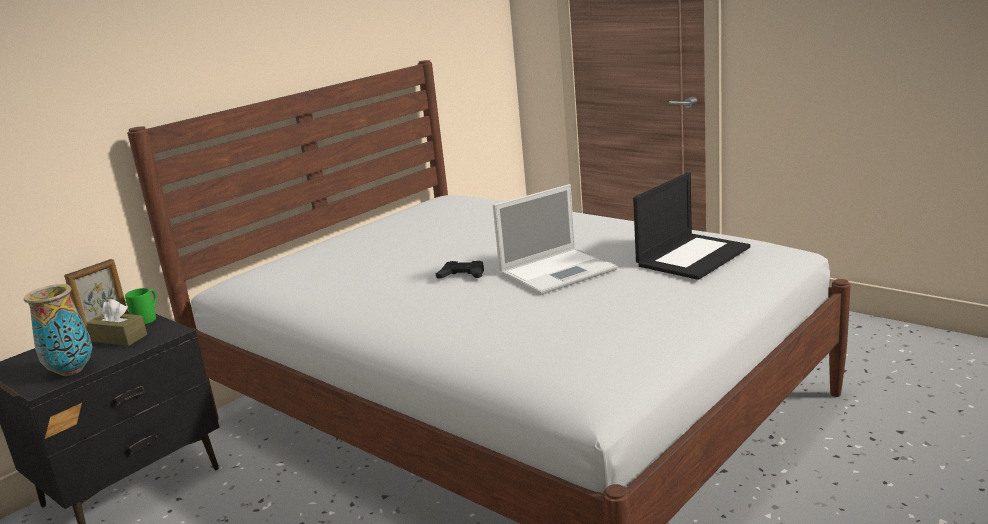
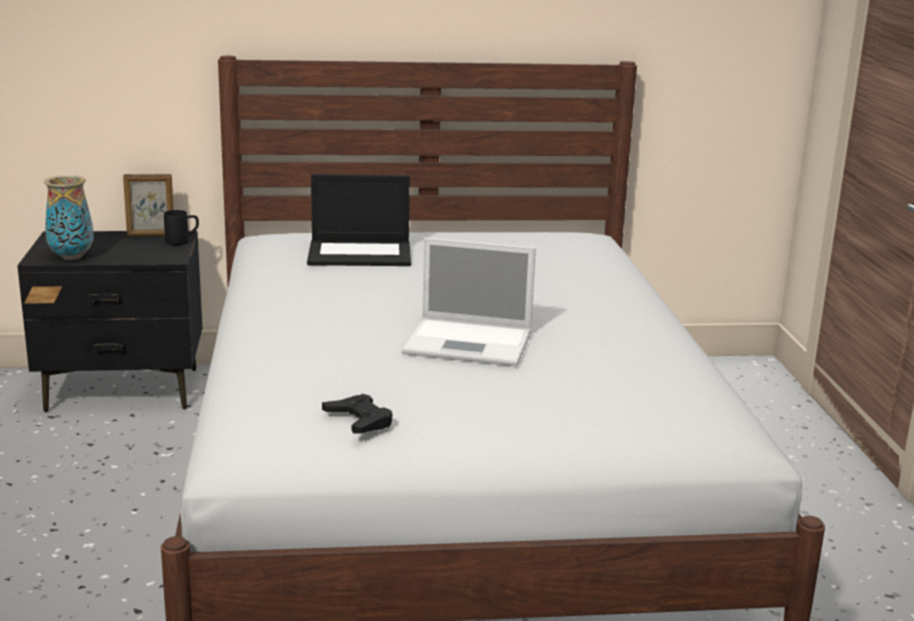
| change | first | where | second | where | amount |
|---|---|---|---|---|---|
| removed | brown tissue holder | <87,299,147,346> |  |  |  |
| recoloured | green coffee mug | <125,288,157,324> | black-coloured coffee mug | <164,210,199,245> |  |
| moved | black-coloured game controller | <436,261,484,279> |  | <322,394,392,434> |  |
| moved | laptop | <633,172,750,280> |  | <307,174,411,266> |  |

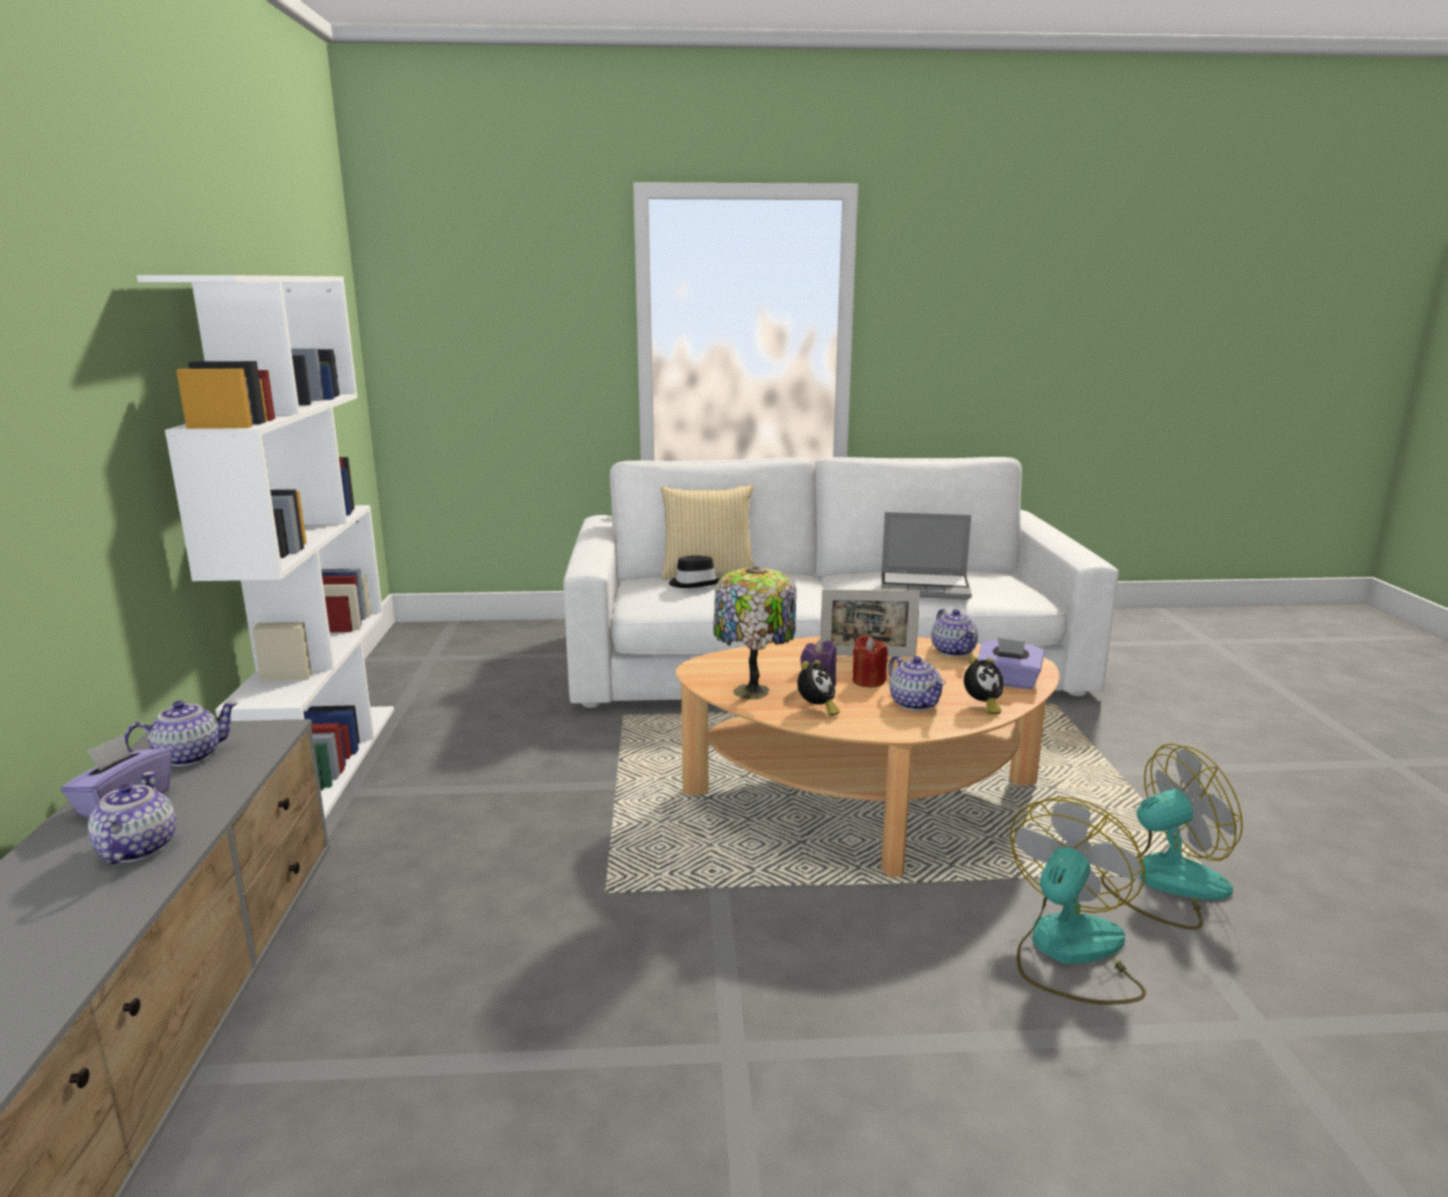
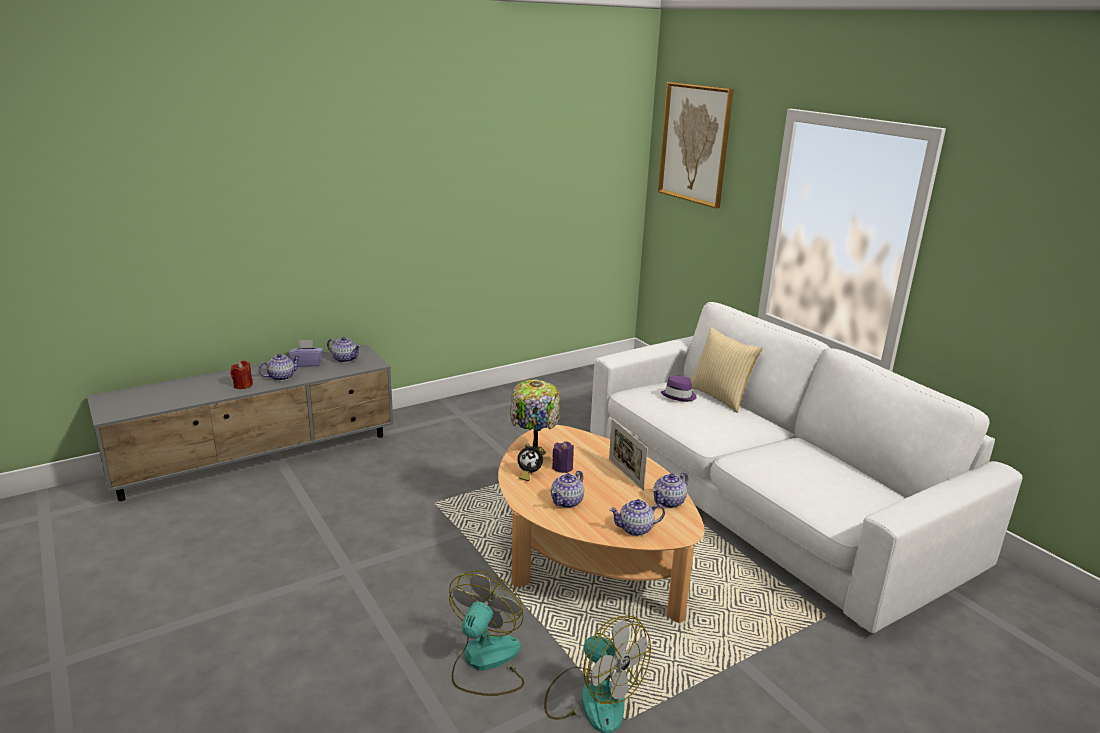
| change | first | where | second | where | amount |
|---|---|---|---|---|---|
| removed | whitish bookcase | <137,275,394,819> |  |  |  |
| recoloured | black-coloured hat | <669,555,719,588> | purple-coloured hat | <661,376,697,402> |  |
| moved | red wax light | <853,636,888,687> |  | <231,361,253,389> |  |
| removed | laptop | <882,512,972,600> |  |  |  |
| removed | bedside clock | <964,656,1004,714> |  |  |  |
| replaced | purple-coloured tissue holder | <978,637,1044,689> | pot for tea | <609,499,665,536> |  |
| turned | cooling fan | <1010,797,1146,1004> |  | <449,571,524,696> | 75 degrees counterclockwise |
| added |  |  | wall picture | <658,82,734,208> |  |

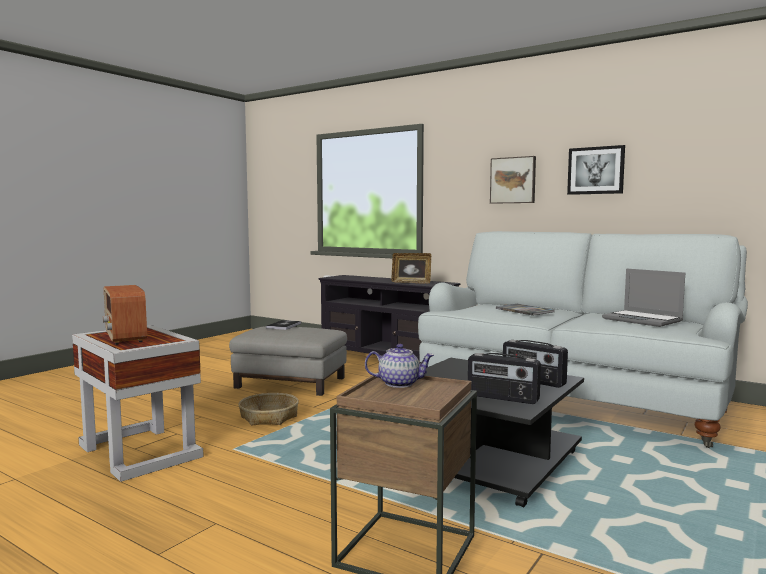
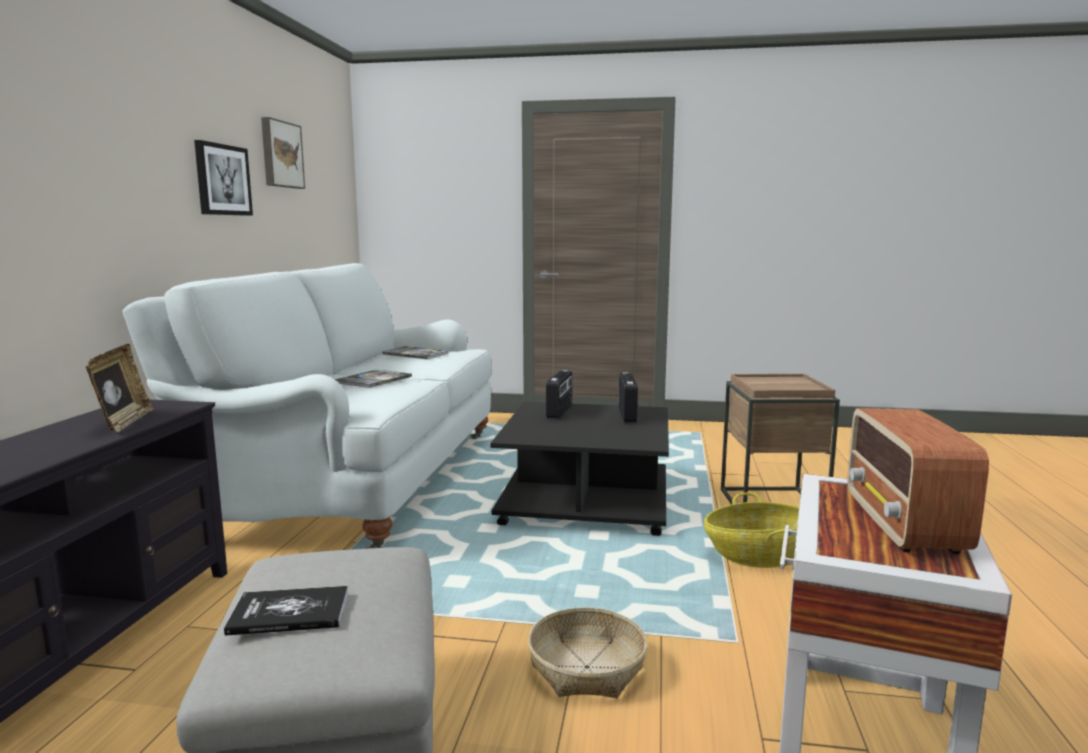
| change | first | where | second | where | amount |
|---|---|---|---|---|---|
| turned | radio | <103,285,147,345> |  | <847,408,989,554> | 150 degrees clockwise |
| removed | pot for tea | <365,344,434,388> |  |  |  |
| moved | wall picture | <490,156,536,204> |  | <261,117,305,189> |  |
| replaced | laptop | <602,268,685,327> | volume | <382,346,449,359> |  |
| added |  |  | household basket | <704,492,799,568> |  |

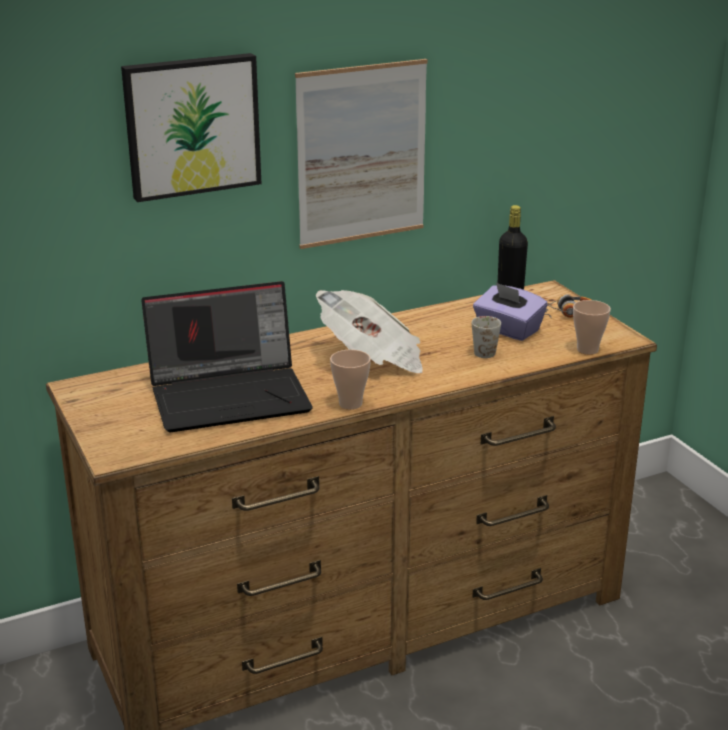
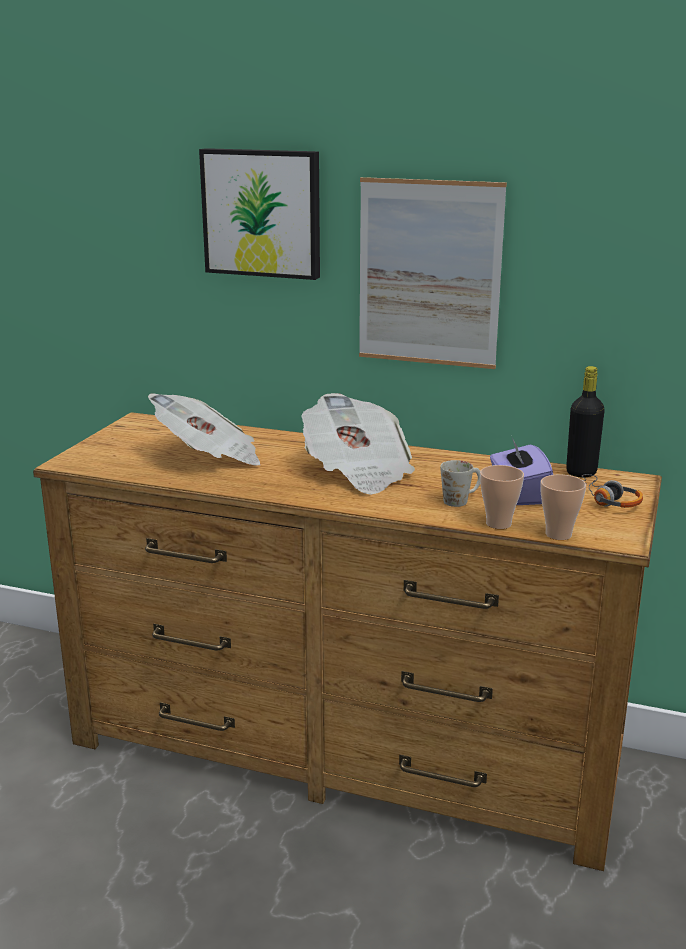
| change | first | where | second | where | amount |
|---|---|---|---|---|---|
| replaced | laptop | <141,281,313,432> | printed paper | <148,393,260,466> |  |
| moved | cup | <330,350,371,410> |  | <480,465,524,529> |  |

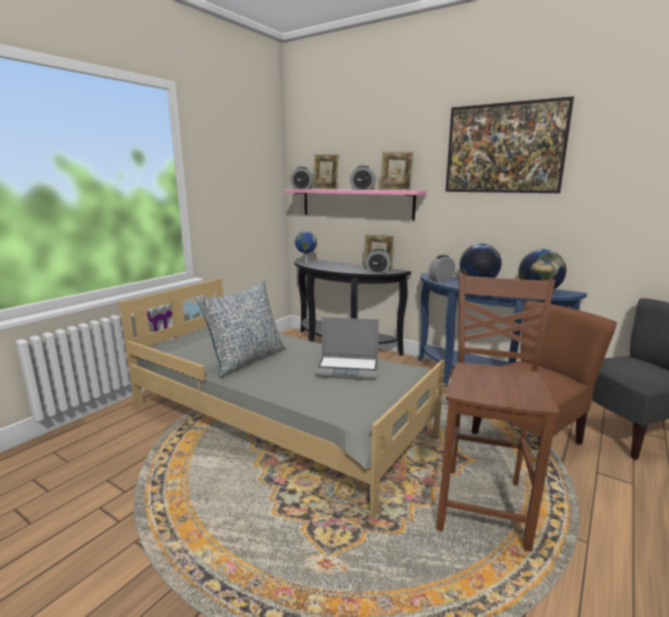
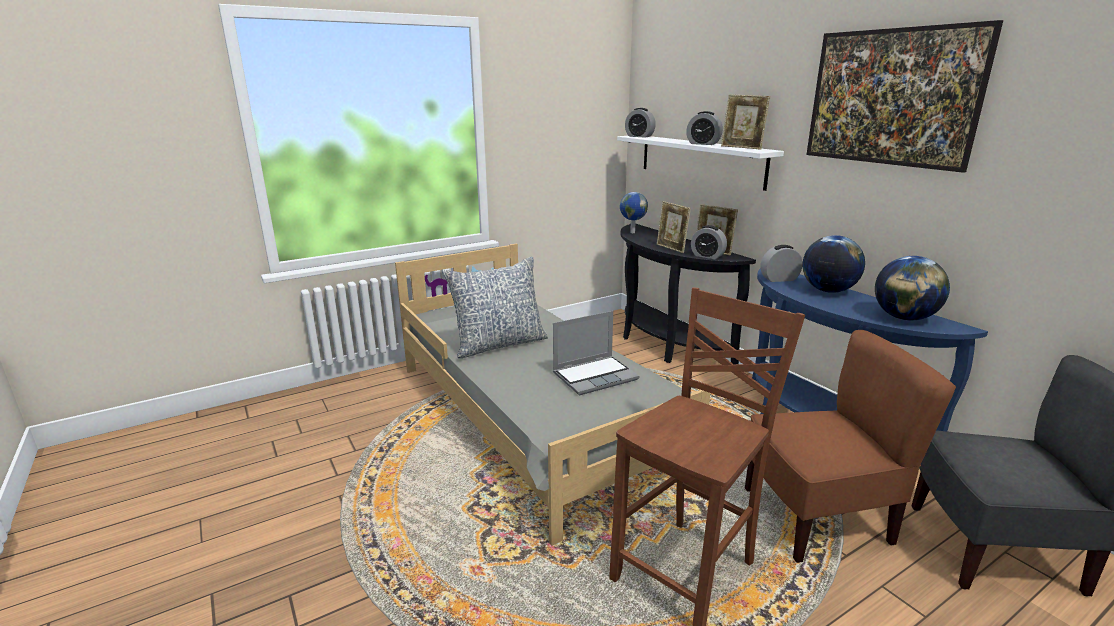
| change | first | where | second | where | amount |
|---|---|---|---|---|---|
| recoloured | pink-coloured shelf | <284,189,426,220> | whitish shelf | <617,136,784,191> |  |
| moved | photo frame | <313,154,339,190> |  | <657,201,691,253> |  |
| turned | laptop | <315,317,379,380> |  | <553,311,639,395> | 60 degrees counterclockwise |

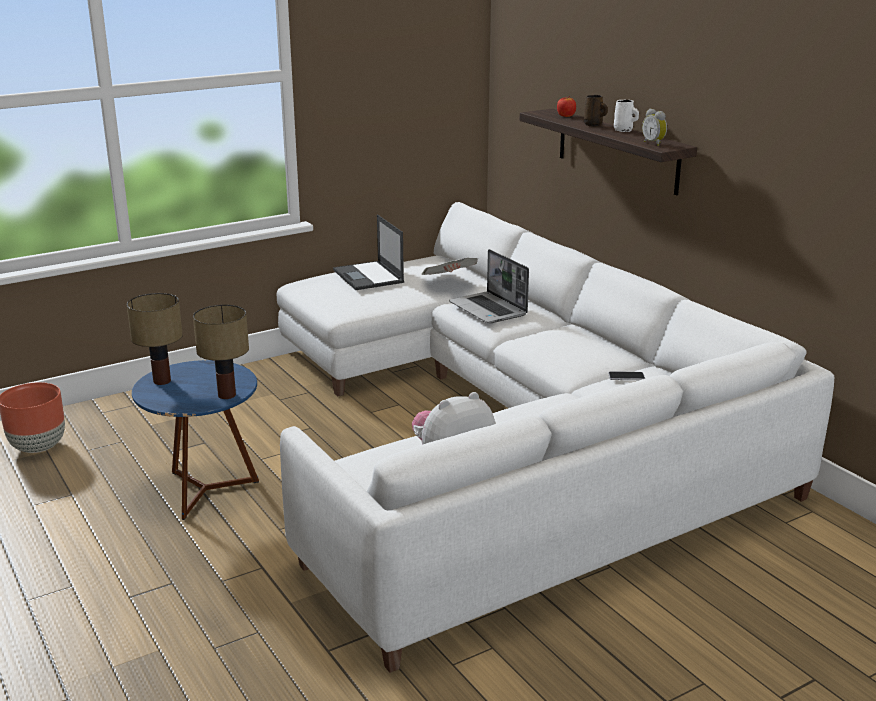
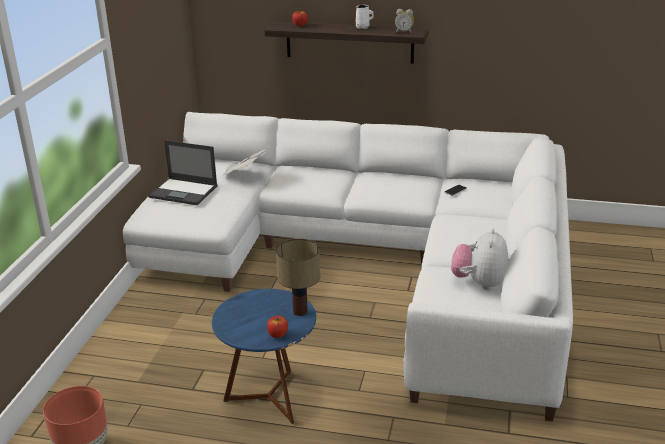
| change | first | where | second | where | amount |
|---|---|---|---|---|---|
| removed | tabletop lamp | <126,293,183,385> |  |  |  |
| removed | laptop | <449,249,529,323> |  |  |  |
| removed | brown coffee mug | <584,95,607,127> |  |  |  |
| added |  |  | whole apple | <267,316,288,338> |  |

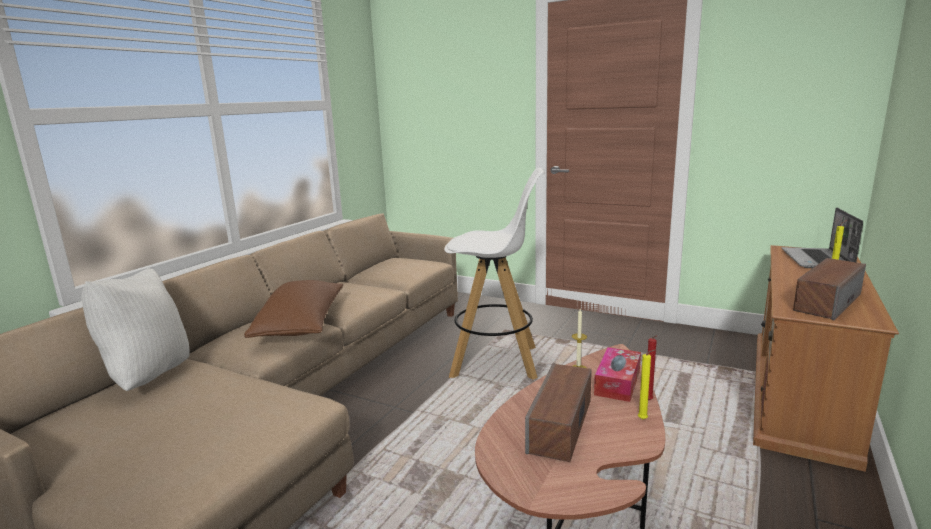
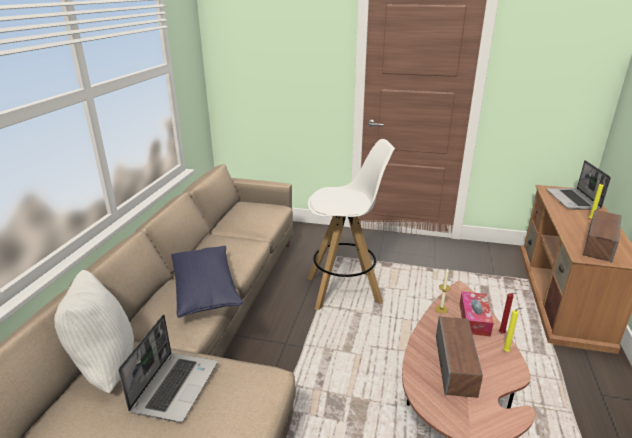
| change | first | where | second | where | amount |
|---|---|---|---|---|---|
| recoloured | brown cushion | <244,280,343,338> | blue-coloured cushion | <171,246,243,318> |  |
| added |  |  | laptop | <118,314,217,423> |  |

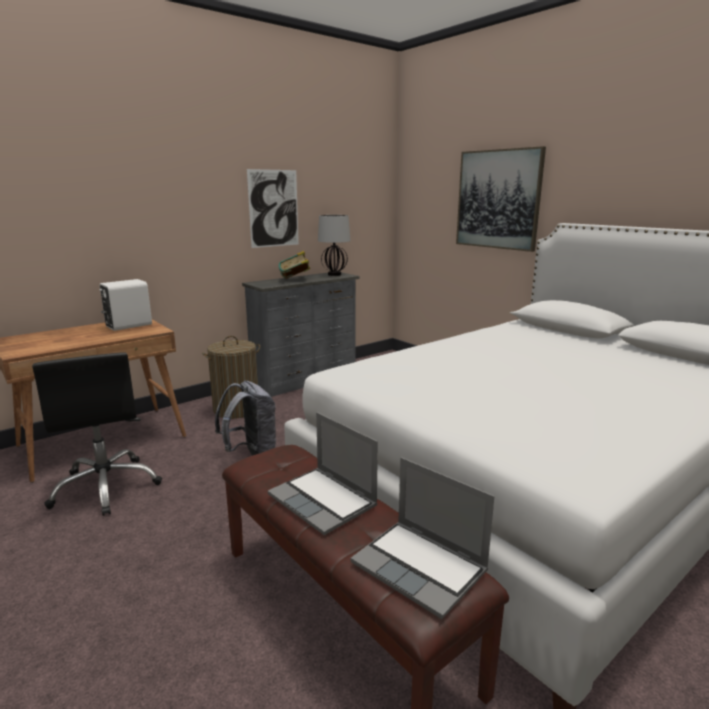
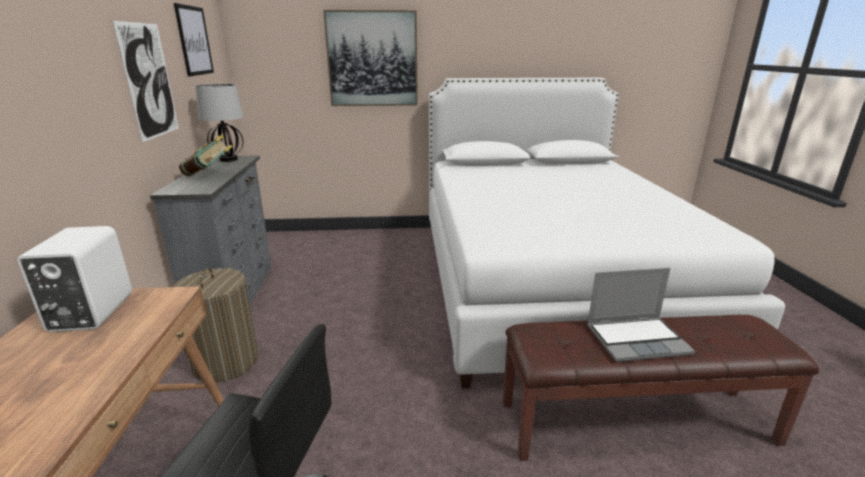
| change | first | where | second | where | amount |
|---|---|---|---|---|---|
| removed | gray backpack | <215,381,277,456> |  |  |  |
| removed | laptop | <351,457,495,619> |  |  |  |
| added |  |  | wall picture | <174,3,214,77> |  |

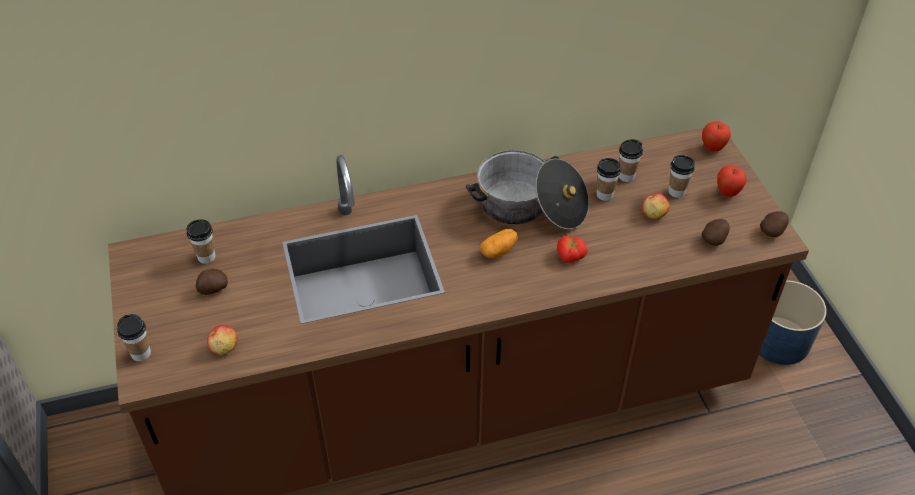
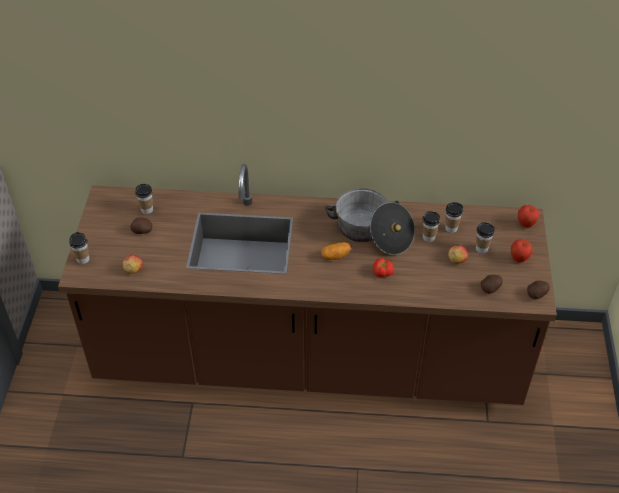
| change | first | where | second | where | amount |
|---|---|---|---|---|---|
| removed | blue-coloured flower pot | <759,280,827,365> |  |  |  |

